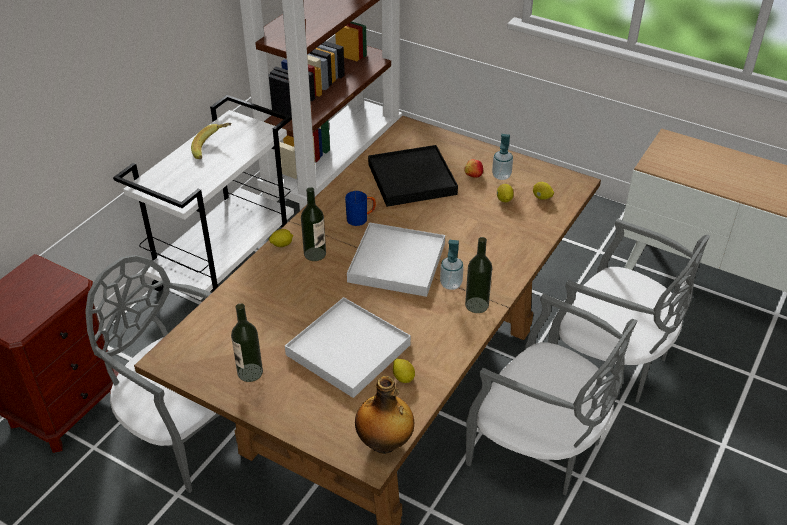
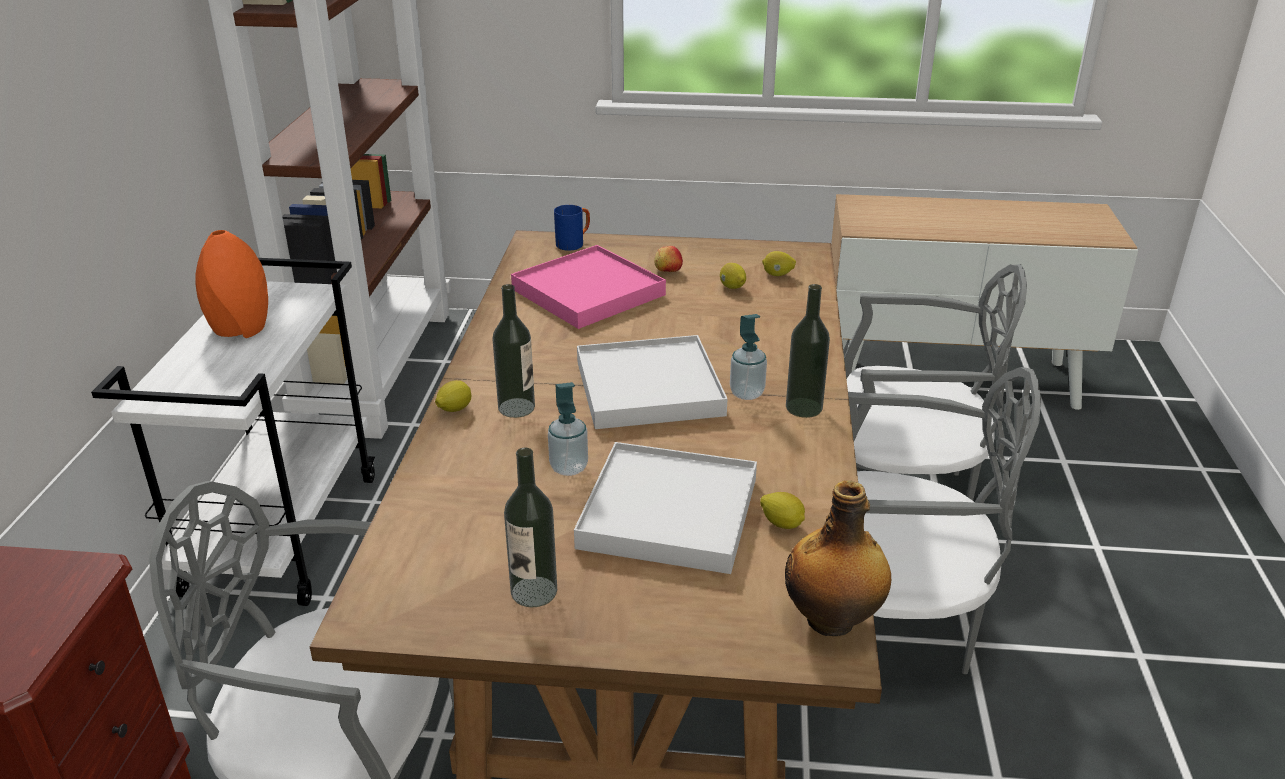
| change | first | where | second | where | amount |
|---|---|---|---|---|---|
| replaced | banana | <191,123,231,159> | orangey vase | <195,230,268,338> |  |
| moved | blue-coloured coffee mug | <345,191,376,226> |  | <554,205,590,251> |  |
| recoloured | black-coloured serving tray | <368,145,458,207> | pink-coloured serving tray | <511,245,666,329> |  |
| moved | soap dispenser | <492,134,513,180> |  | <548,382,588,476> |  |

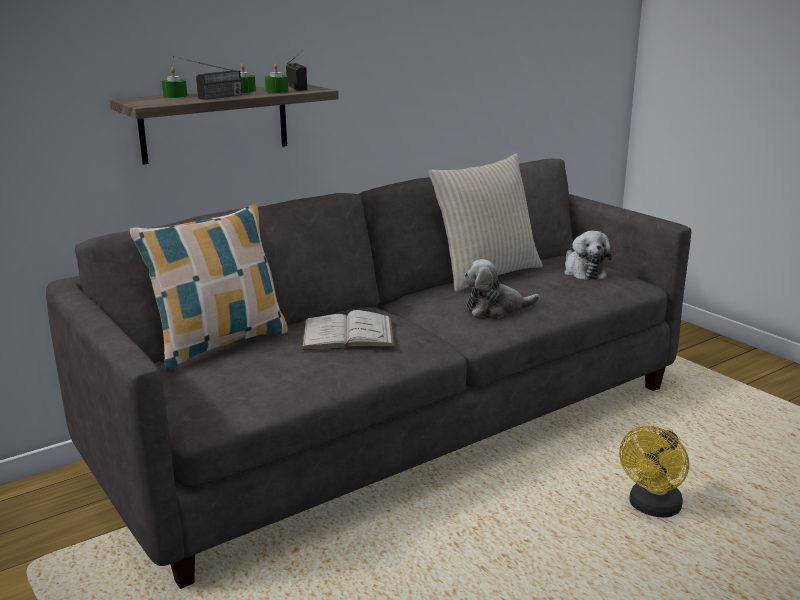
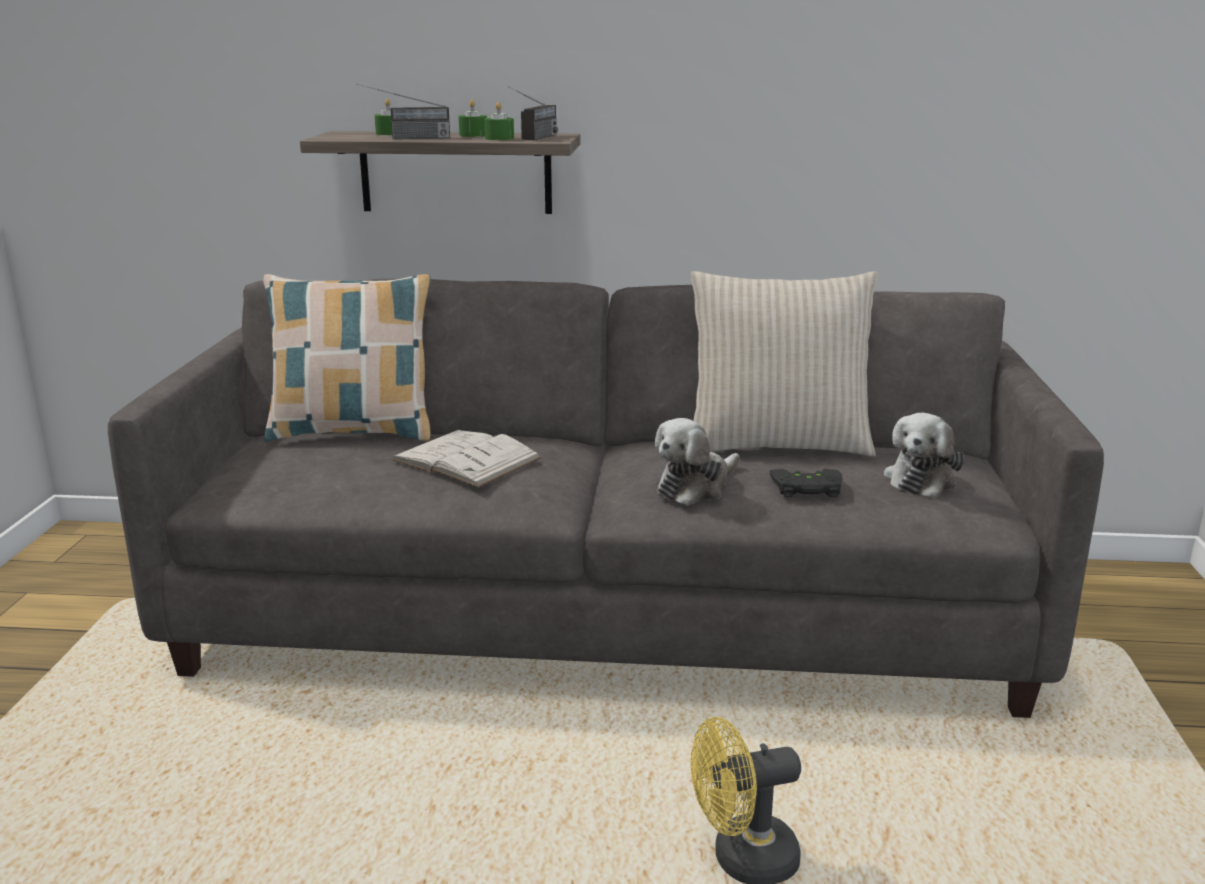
| change | first | where | second | where | amount |
|---|---|---|---|---|---|
| turned | soft toy | <464,259,540,317> |  | <655,418,740,505> | 75 degrees counterclockwise |
| added |  |  | black-coloured game controller | <770,469,843,497> |  |

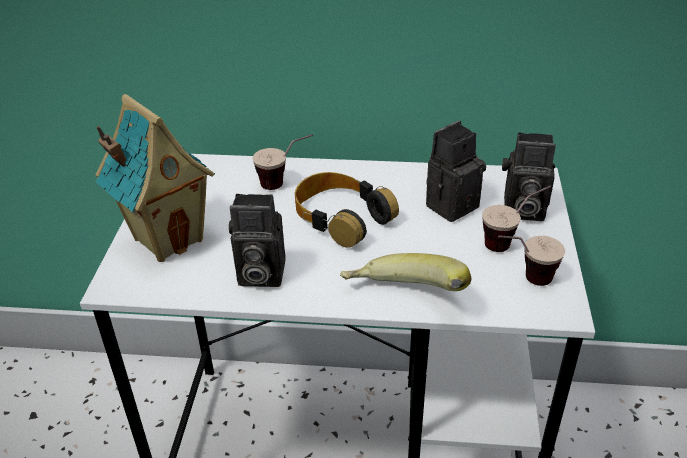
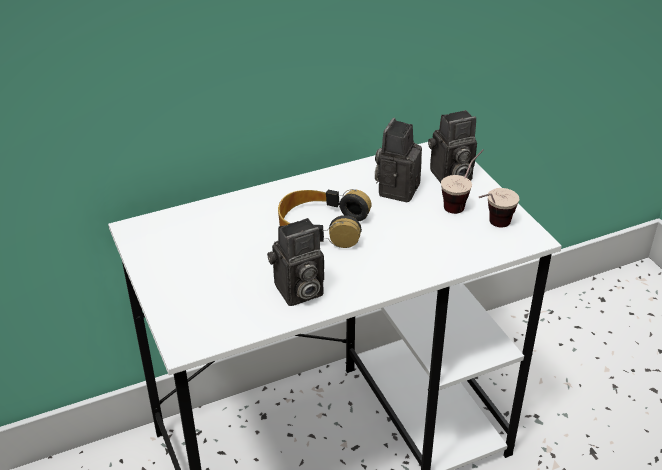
| change | first | where | second | where | amount |
|---|---|---|---|---|---|
| removed | miniature house | <96,94,215,262> |  |  |  |
| removed | cup | <252,134,313,190> |  |  |  |
| removed | banana | <340,253,471,291> |  |  |  |

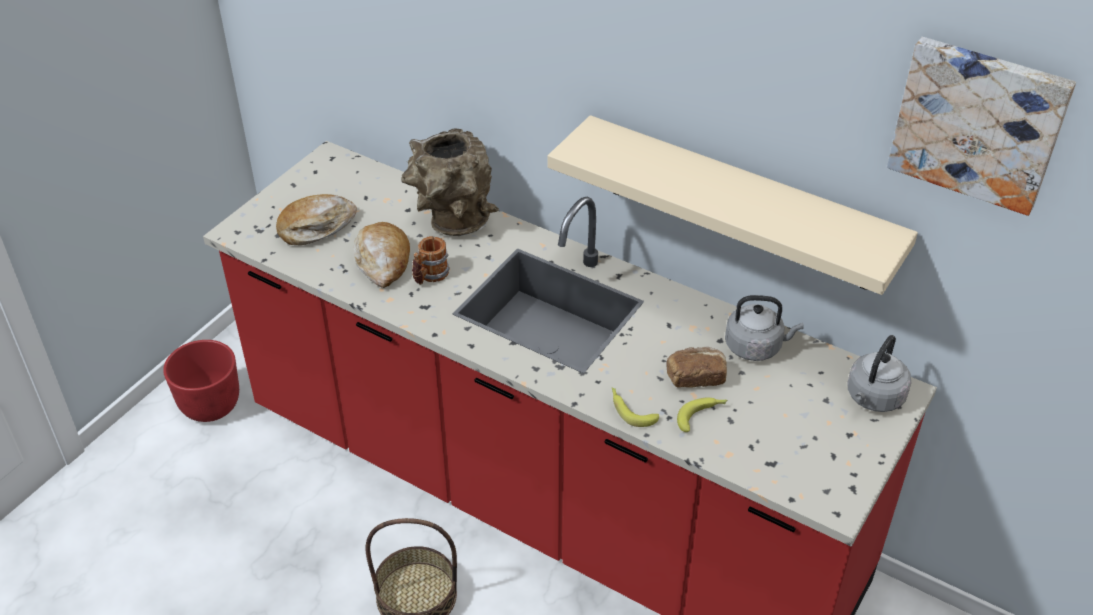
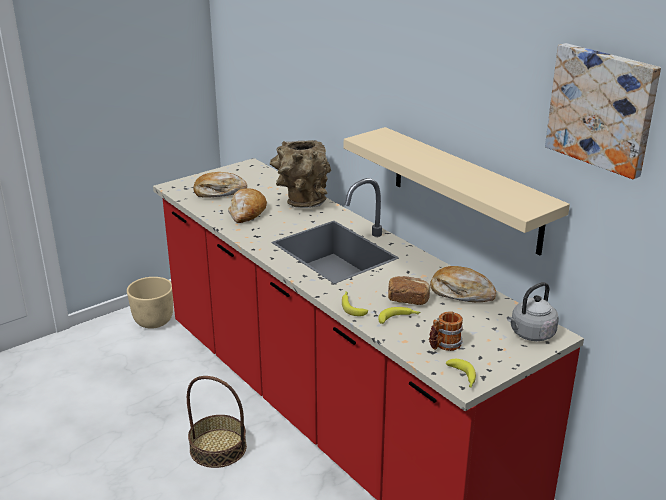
| change | first | where | second | where | amount |
|---|---|---|---|---|---|
| recoloured | red flower pot | <163,340,239,422> | beige-coloured flower pot | <127,277,173,329> |  |
| moved | coffee mug | <412,236,450,285> |  | <429,311,463,351> |  |
| replaced | gray kettle | <725,295,804,361> | baked bread | <430,266,496,302> |  |
| added |  |  | banana | <446,359,476,388> |  |

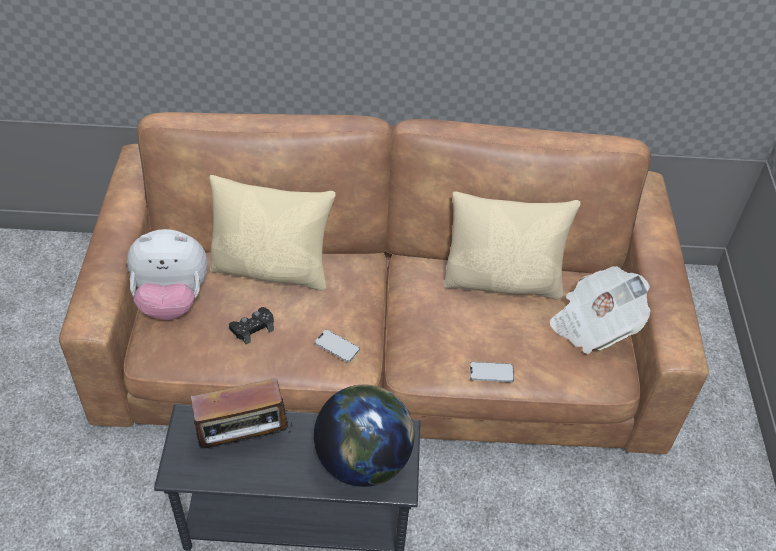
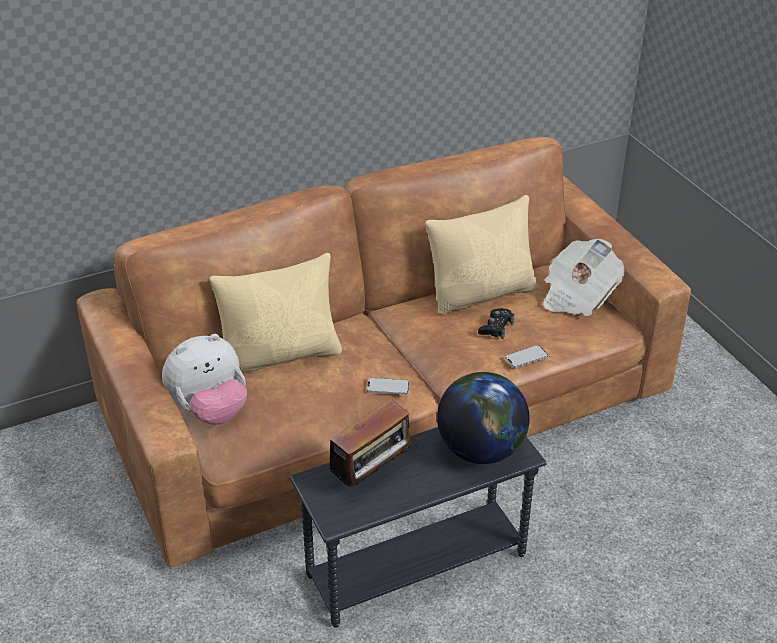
| change | first | where | second | where | amount |
|---|---|---|---|---|---|
| moved | black-coloured game controller | <229,307,274,344> |  | <478,308,514,340> |  |

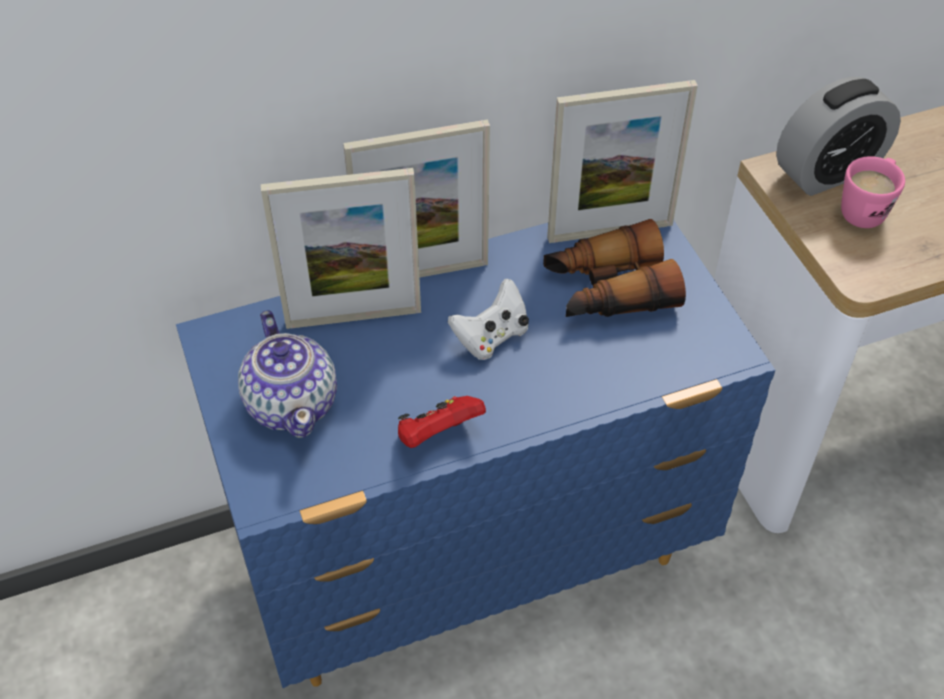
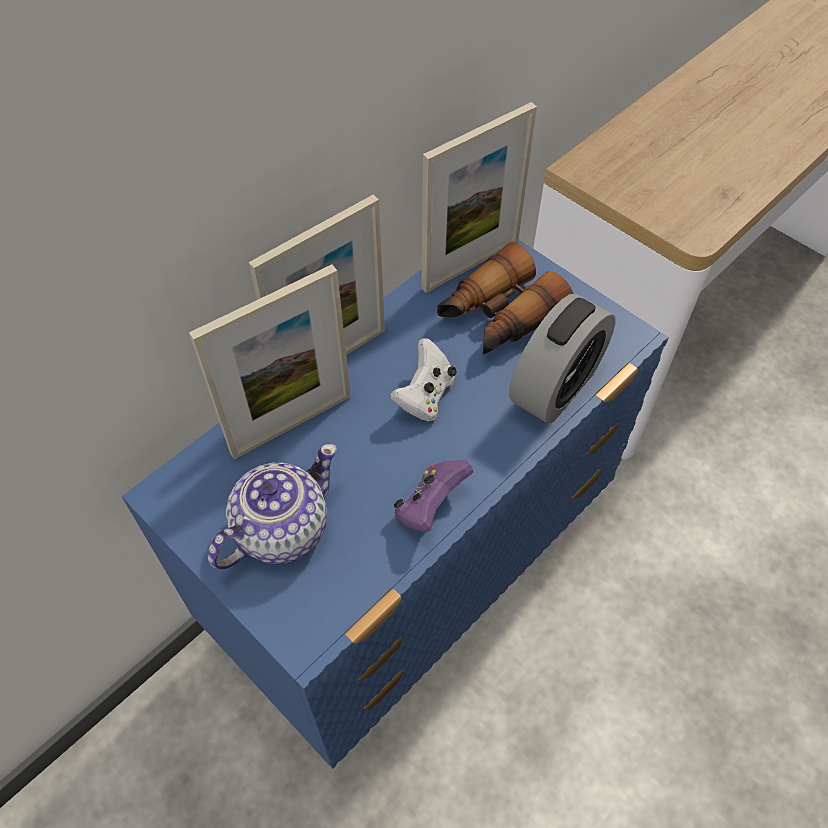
| change | first | where | second | where | amount |
|---|---|---|---|---|---|
| turned | pot for tea | <238,311,337,438> |  | <208,443,337,569> | 90 degrees counterclockwise |
| recoloured | red game controller | <398,396,486,448> | purple-coloured game controller | <394,460,473,532> |  |
| moved | bedside clock | <776,77,901,196> |  | <509,293,616,423> |  |
| removed | pink-coloured coffee mug | <841,156,905,228> |  |  |  |

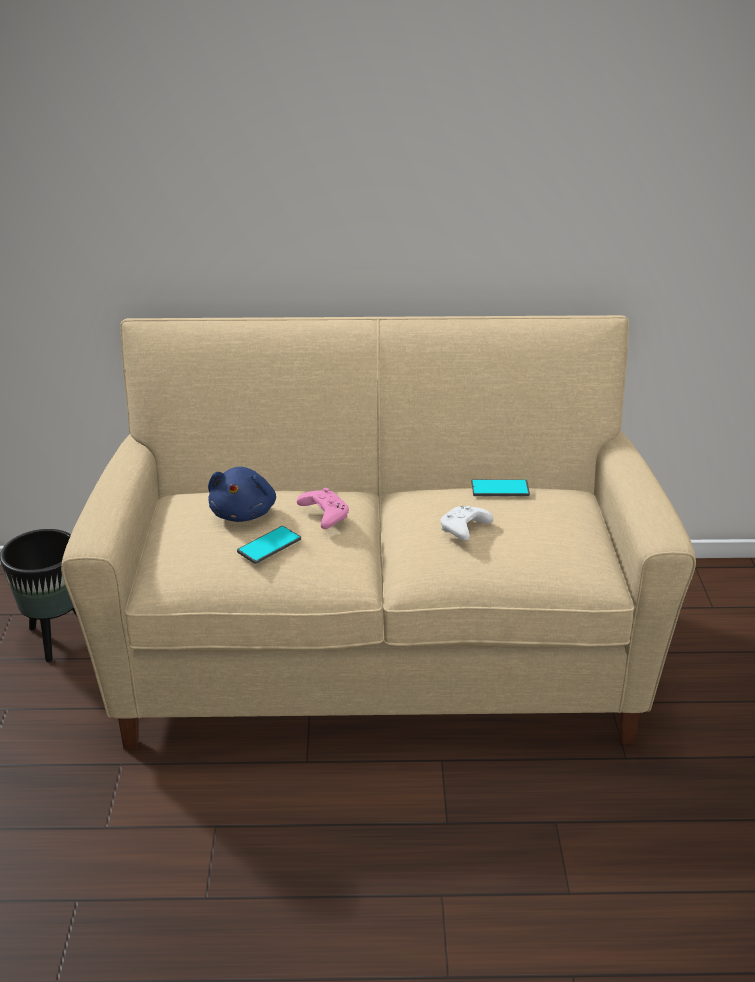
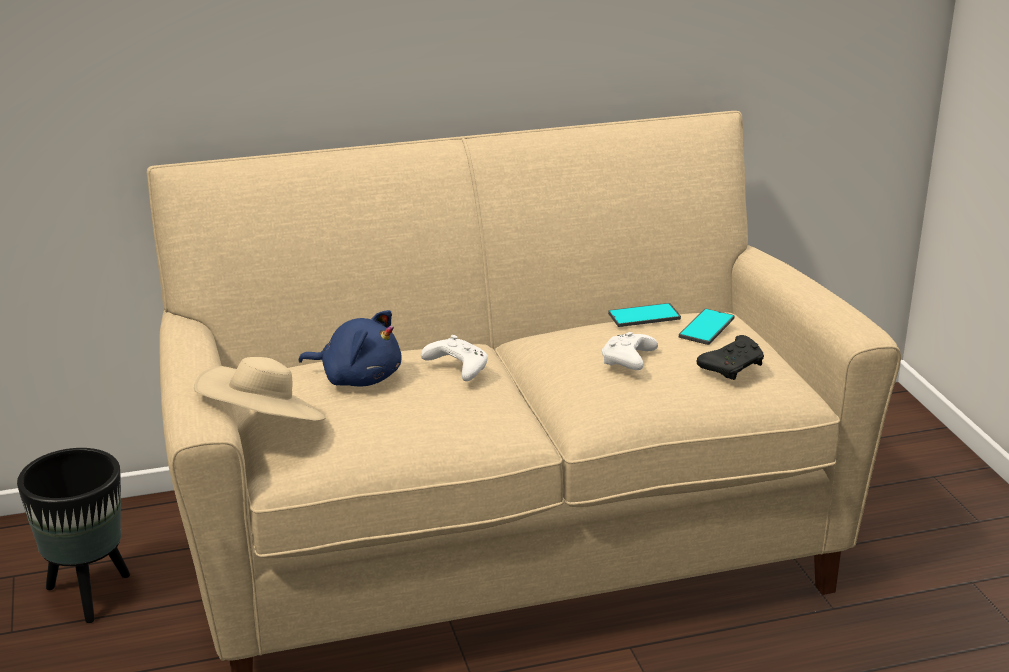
| change | first | where | second | where | amount |
|---|---|---|---|---|---|
| turned | blue-coloured soft toy | <208,467,276,522> |  | <299,310,402,386> | 60 degrees counterclockwise |
| moved | handset | <237,526,301,564> |  | <679,308,734,345> |  |
| recoloured | pink-coloured game controller | <297,488,349,529> | whitish game controller | <421,335,488,381> |  |
| added |  |  | beige-coloured hat | <194,357,326,422> |  |
| added |  |  | black-coloured game controller | <697,335,764,380> |  |

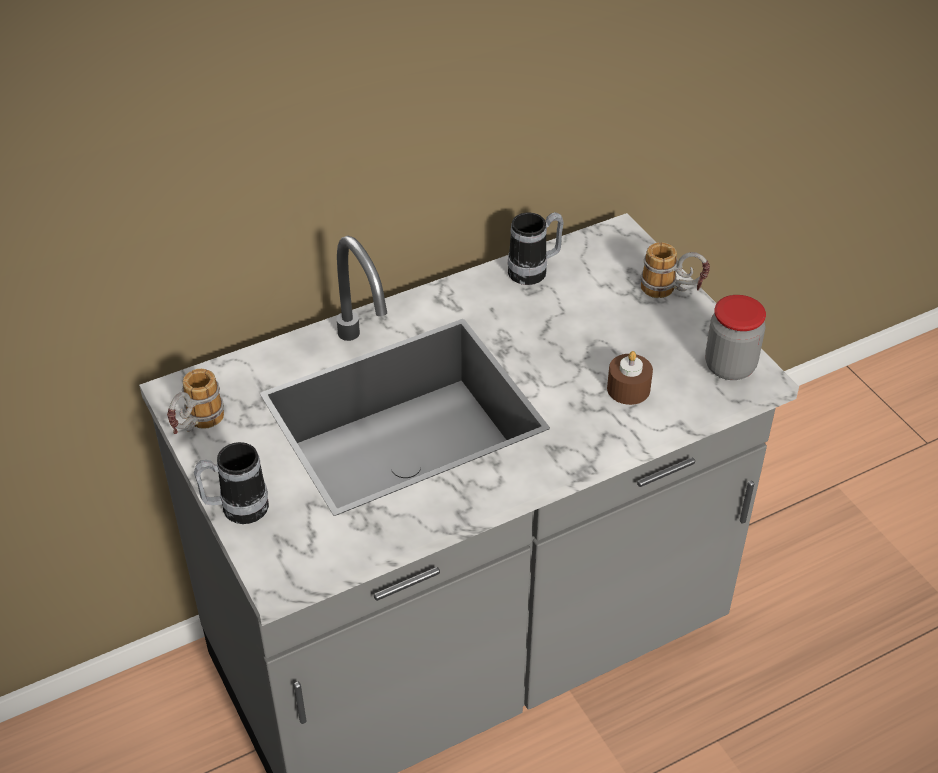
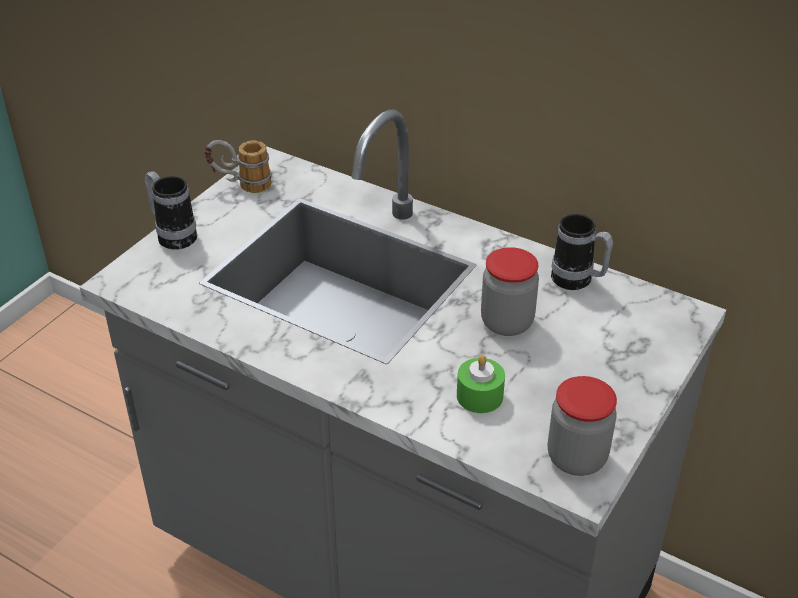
| change | first | where | second | where | amount |
|---|---|---|---|---|---|
| recoloured | brown wax light | <607,351,653,405> | green wax light | <457,355,505,413> |  |
| removed | coffee mug | <641,242,710,298> |  |  |  |
| added |  |  | preserve jar | <481,247,539,336> |  |

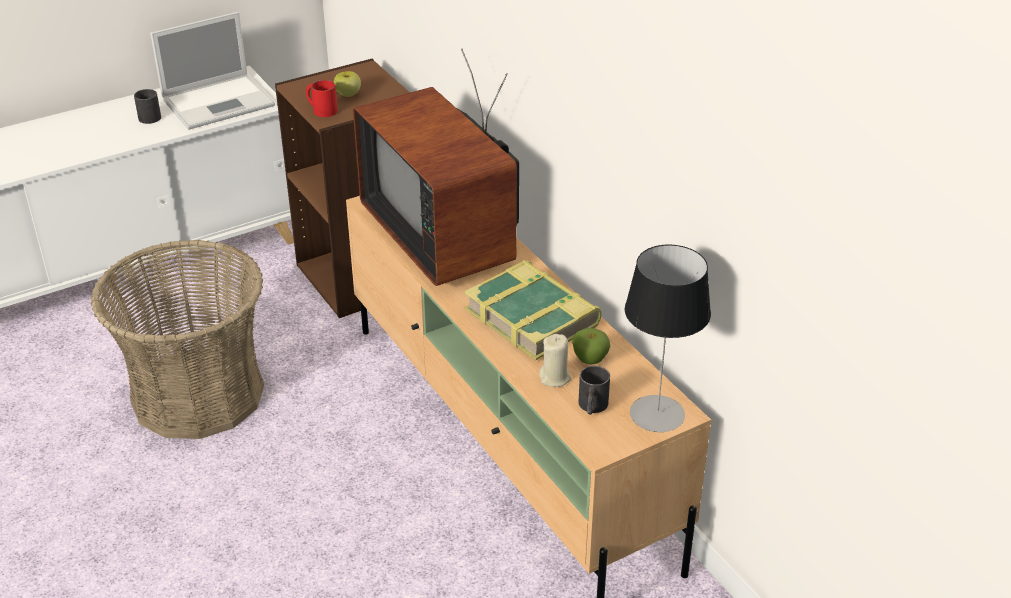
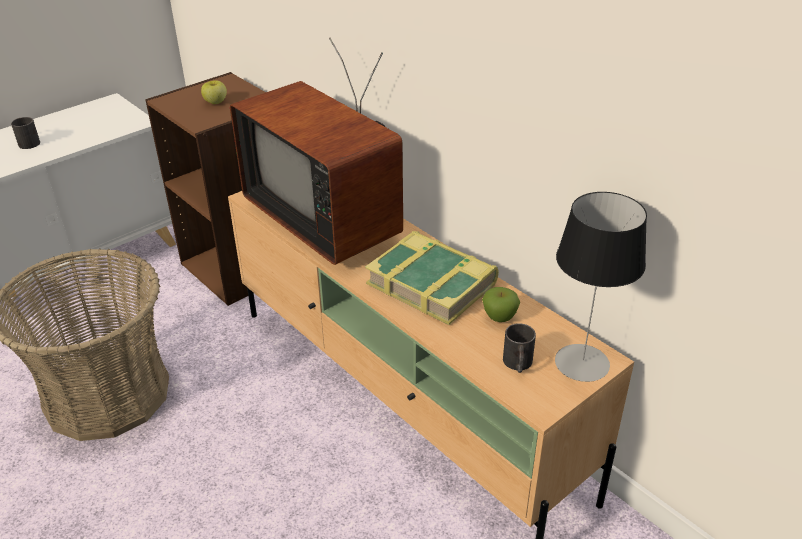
| change | first | where | second | where | amount |
|---|---|---|---|---|---|
| removed | laptop | <150,12,275,130> |  |  |  |
| removed | red coffee mug | <306,80,338,117> |  |  |  |
| removed | beige-coloured wax light | <539,334,572,387> |  |  |  |

